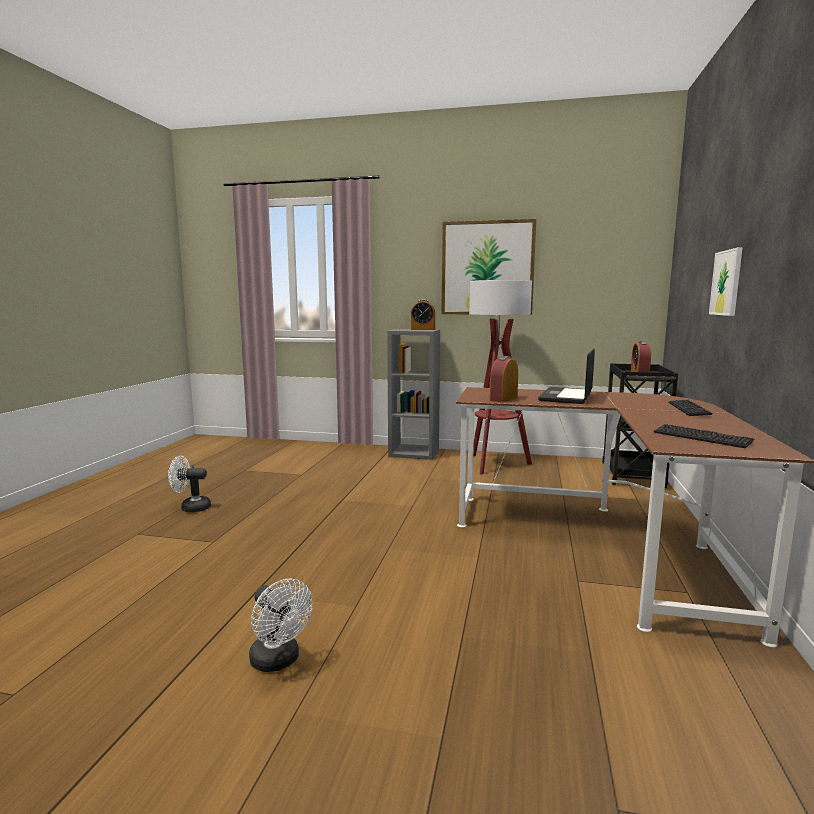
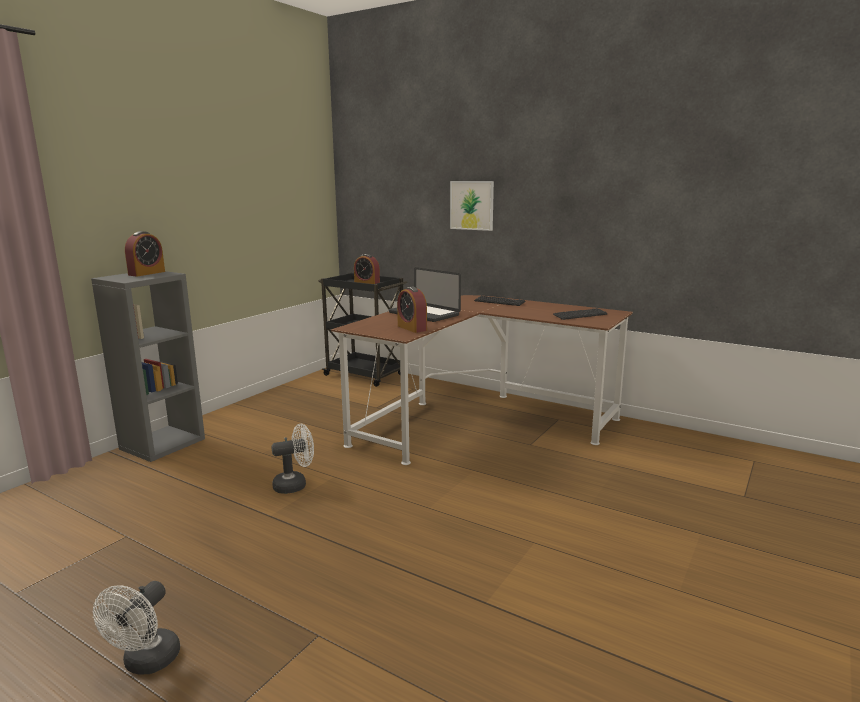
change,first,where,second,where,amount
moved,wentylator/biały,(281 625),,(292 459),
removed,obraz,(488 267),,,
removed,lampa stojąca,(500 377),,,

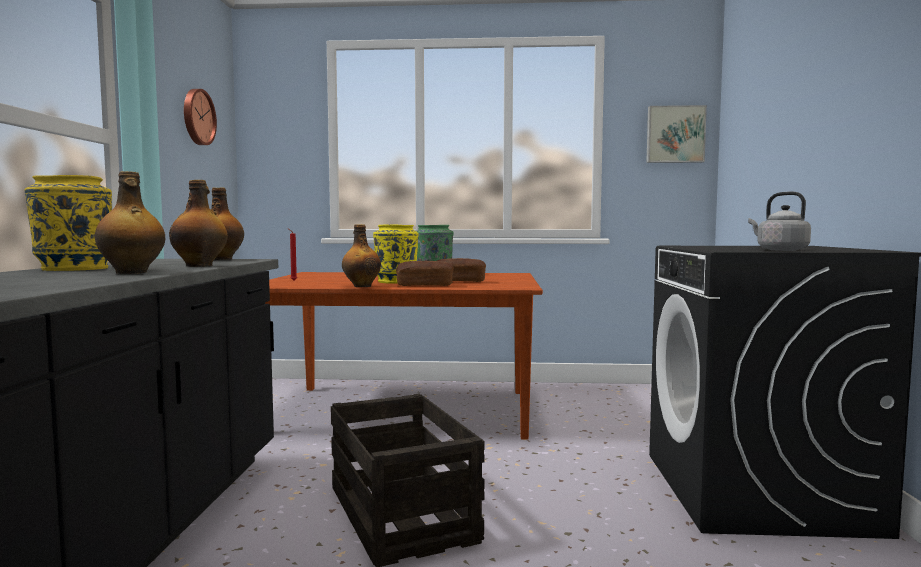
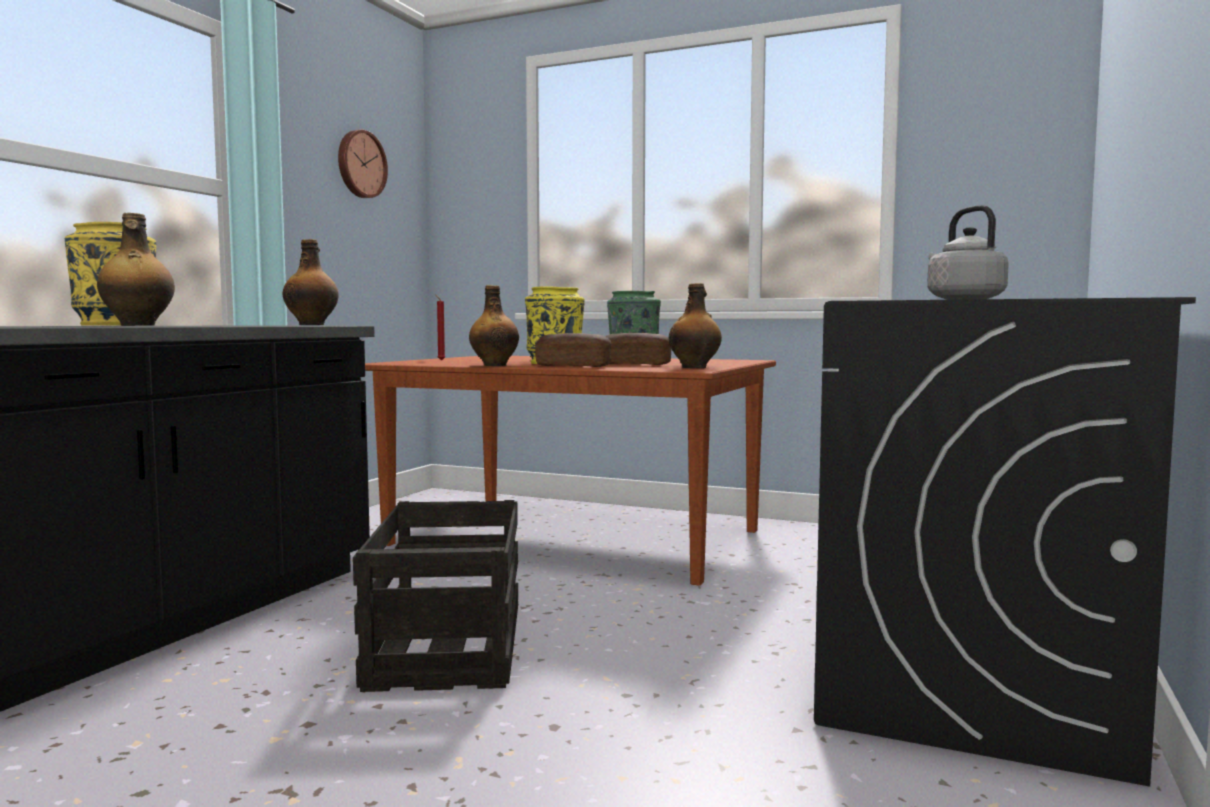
change,first,where,second,where,amount
moved,butelka,(198 223),,(695 325),
removed,obraz,(676 134),,,

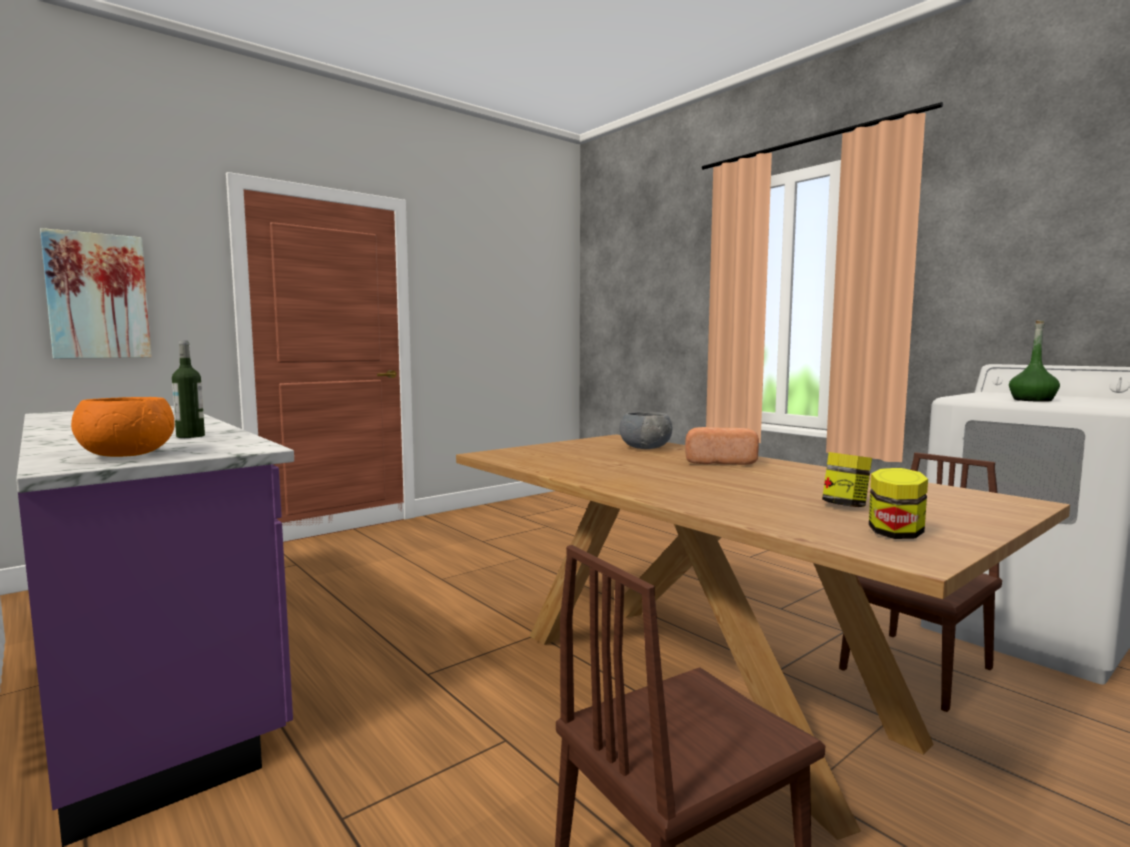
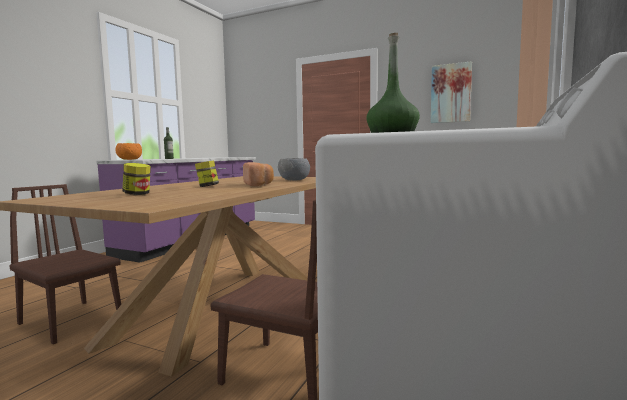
change,first,where,second,where,amount
moved,słoik,(898 503),,(207 173),
moved,obraz,(96 293),,(451 92),

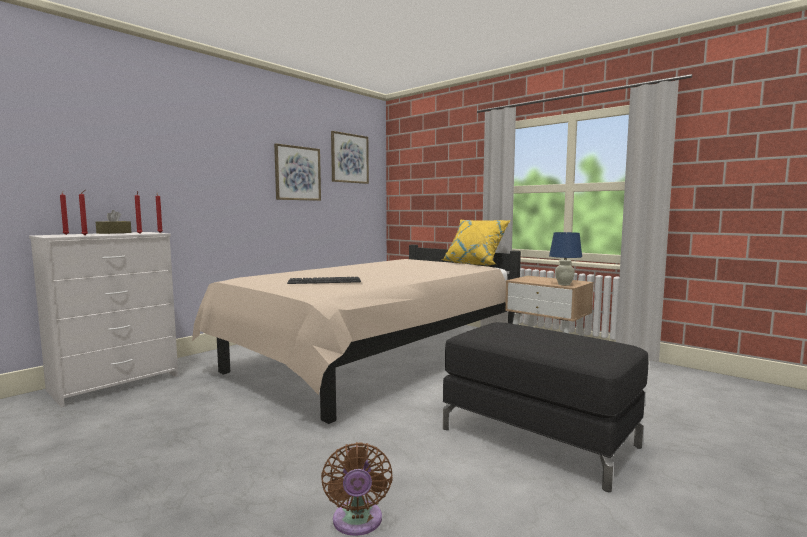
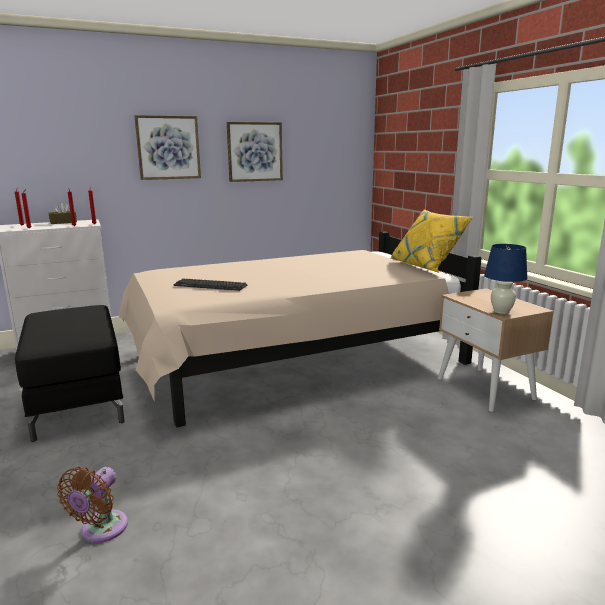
change,first,where,second,where,amount
moved,pufa/czarny,(545 407),,(70 373),
moved,obraz,(350 157),,(167 147),

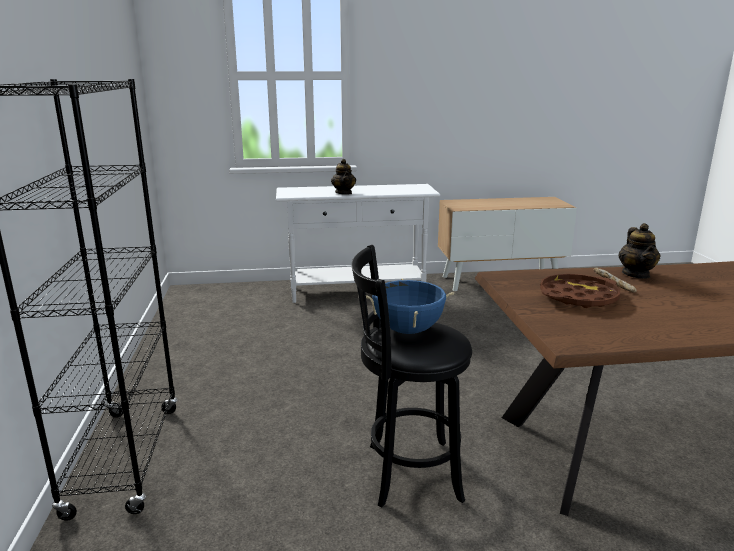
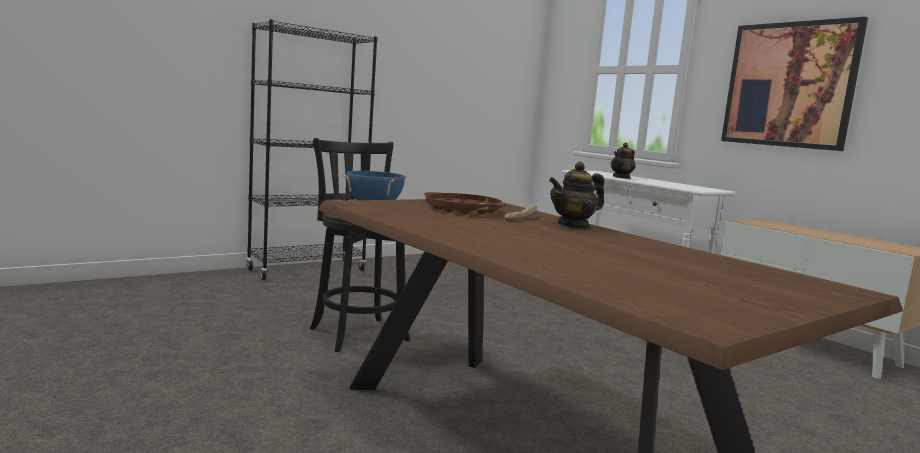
change,first,where,second,where,amount
added,,,obraz,(794 84),

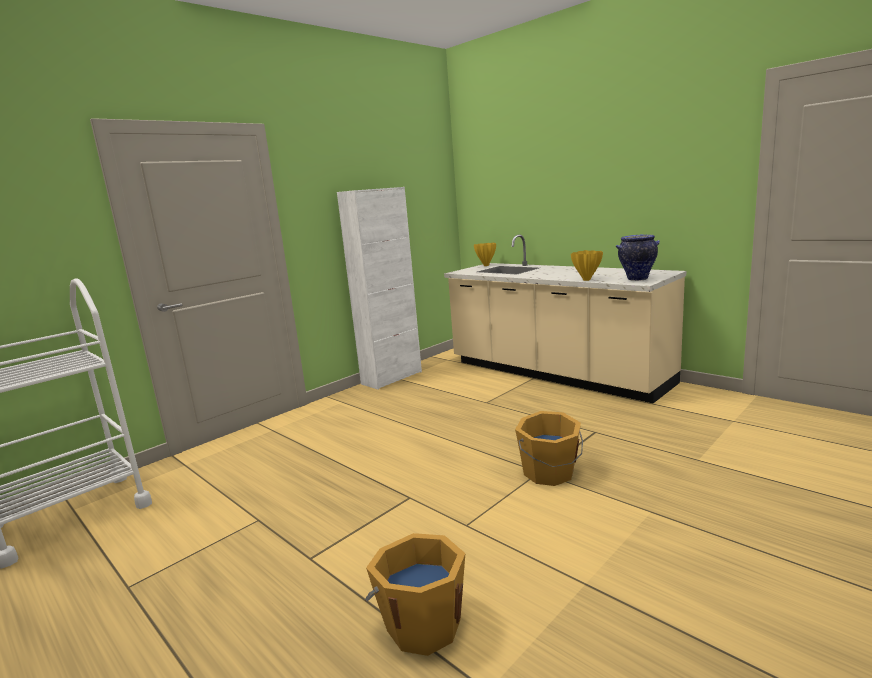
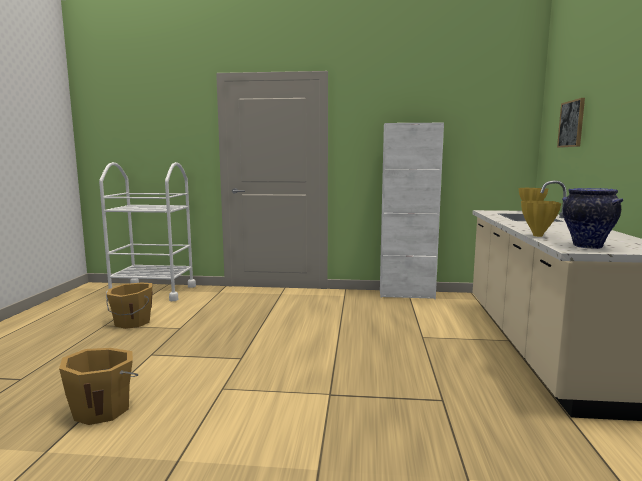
change,first,where,second,where,amount
moved,wiadro/pomarańczowy,(549 448),,(129 306),
added,,,obraz,(571 123),

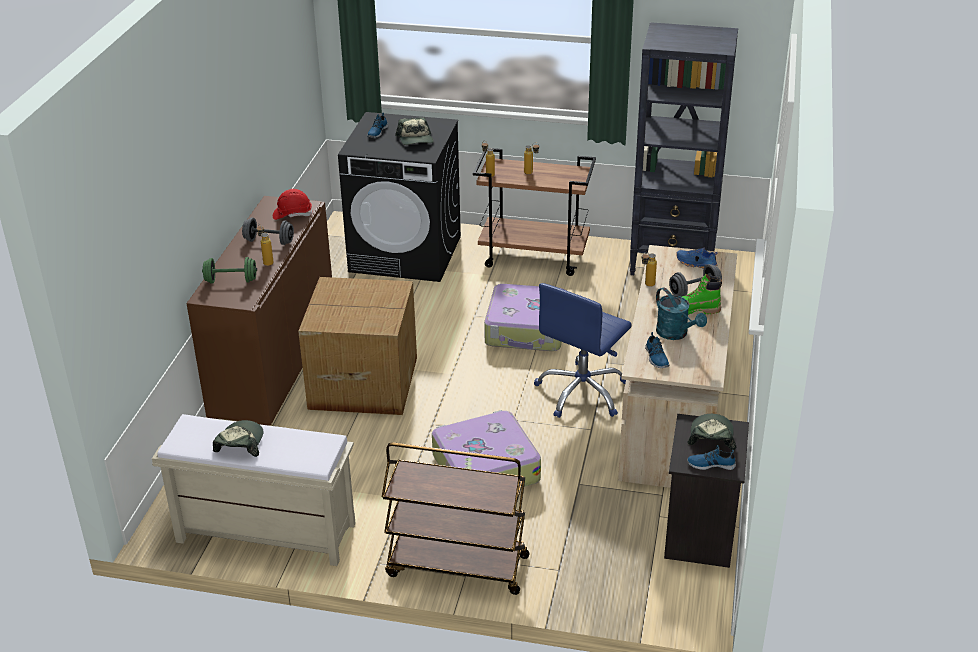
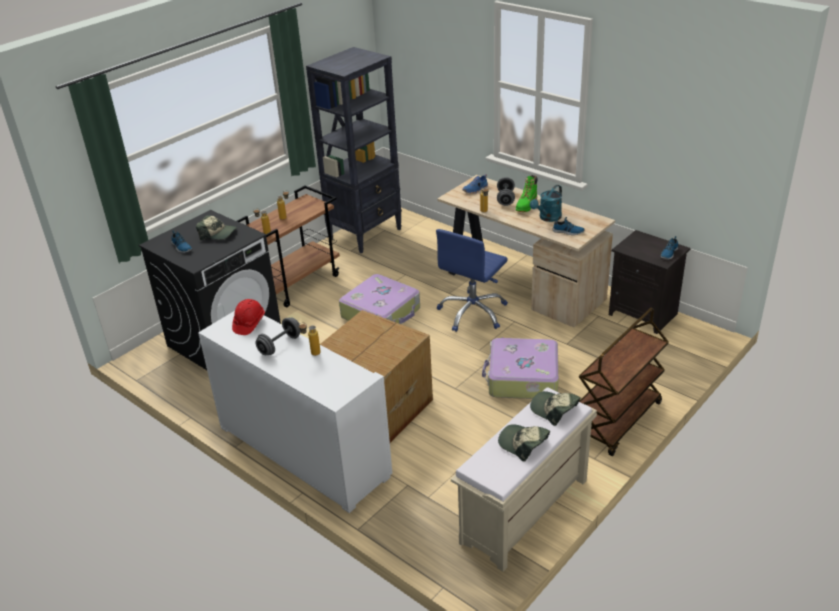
change,first,where,second,where,amount
recoloured,szafka/brązowy,(259 311),szafka/biały,(295 412),
turned,krzesło biurowe/niebieski,(583 350),,(472 280),60 degrees clockwise
turned,konewka/turkusowy,(681 313),,(546 203),135 degrees clockwise
moved,czapka z daszkiem,(711 432),,(555 408),
removed,hantel/zielony,(229 270),,,

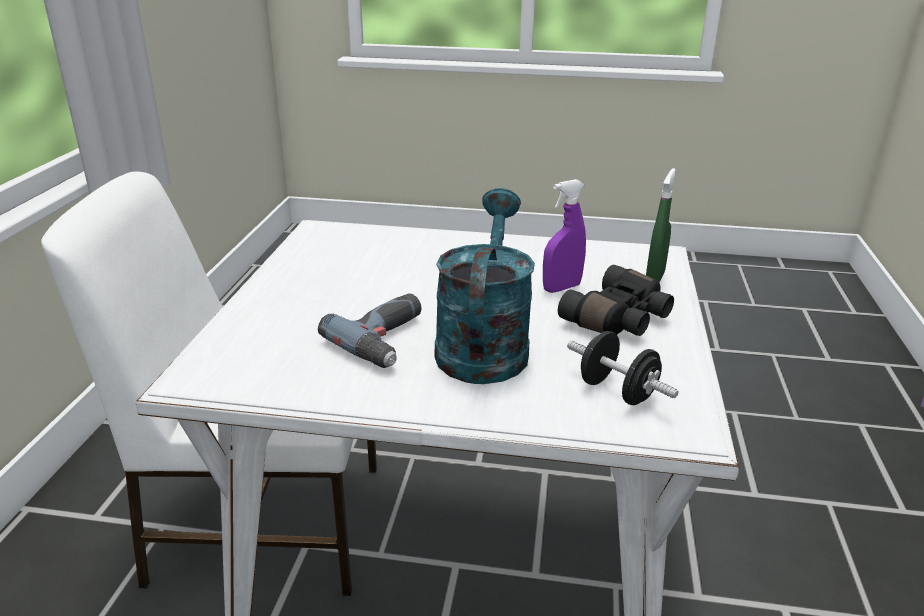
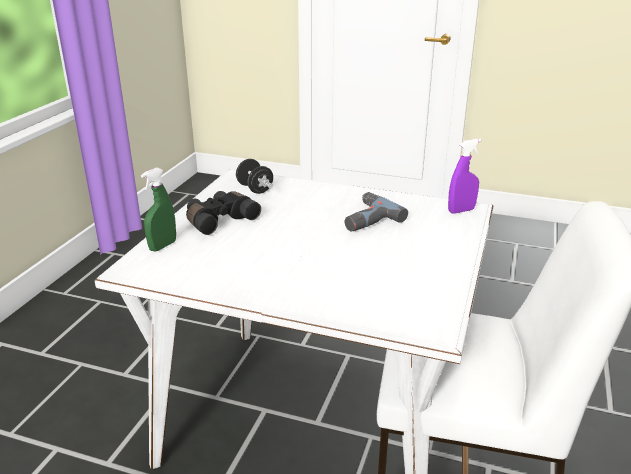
change,first,where,second,where,amount
moved,spryskiwacz/fioletowy,(564 236),,(465 176),
removed,konewka/turkusowy,(484 286),,,

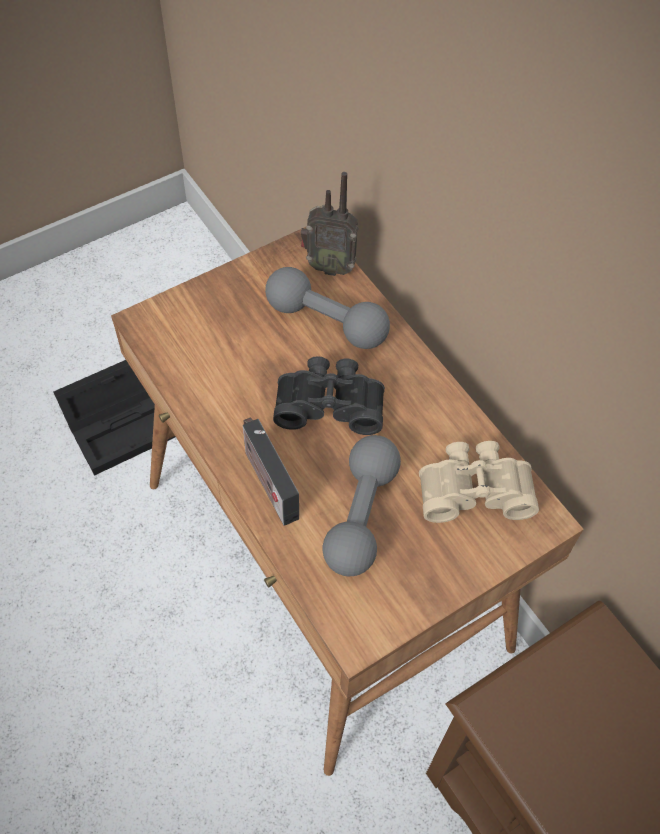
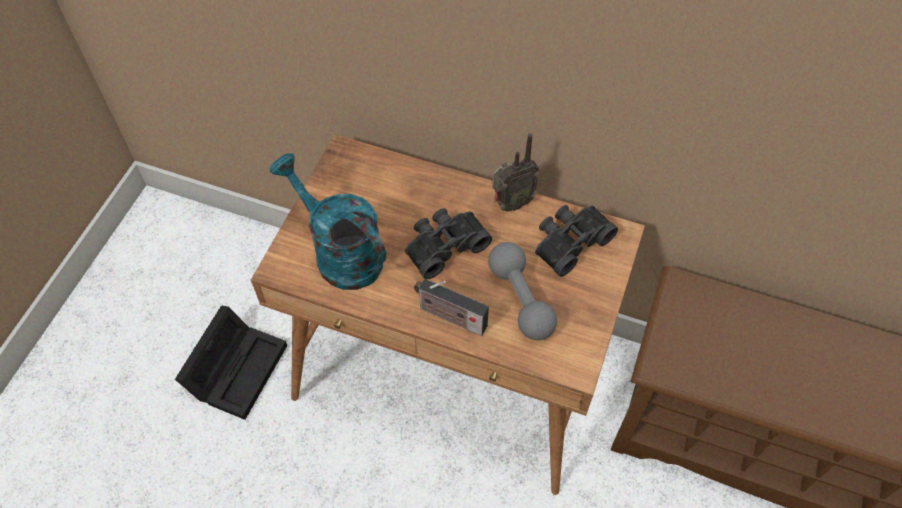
change,first,where,second,where,amount
added,,,konewka/turkusowy,(328 221),
moved,radio,(330 224),,(515 172),
recoloured,lornetka/beżowy,(479 482),lornetka/czarny,(576 241),
removed,hantel/szary,(327 308),,,

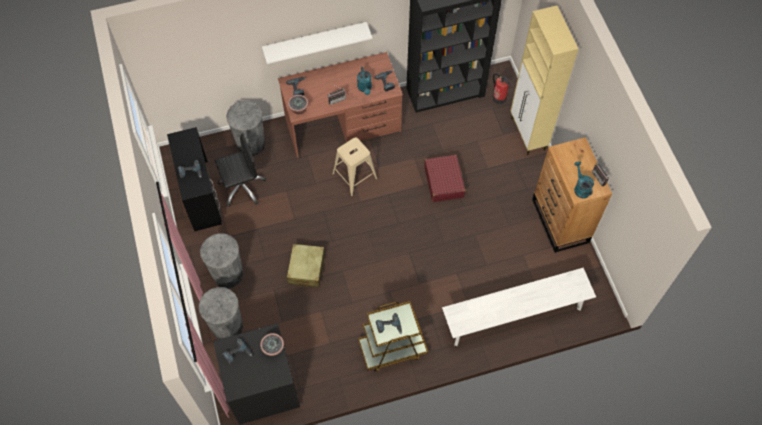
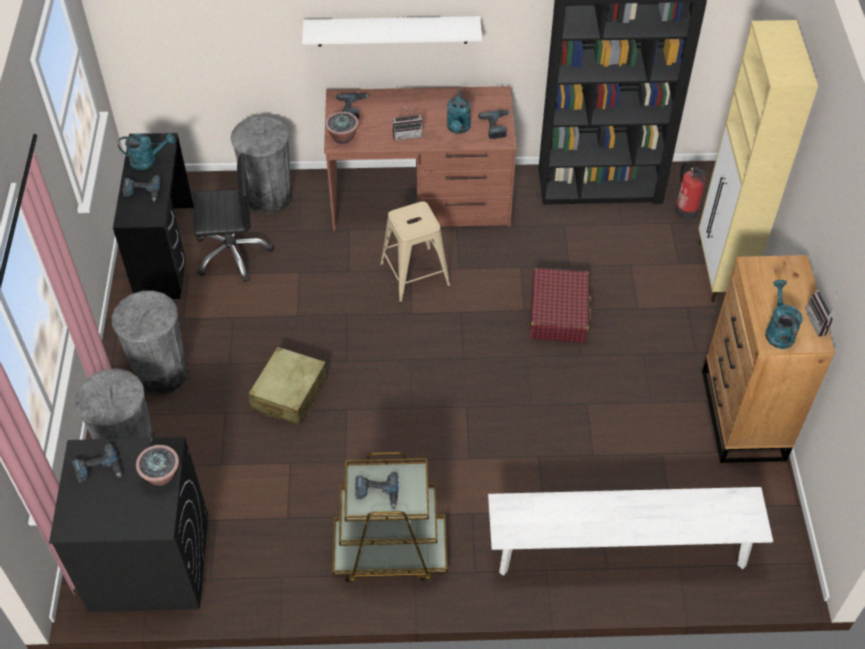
change,first,where,second,where,amount
added,,,konewka/turkusowy,(146 151),

